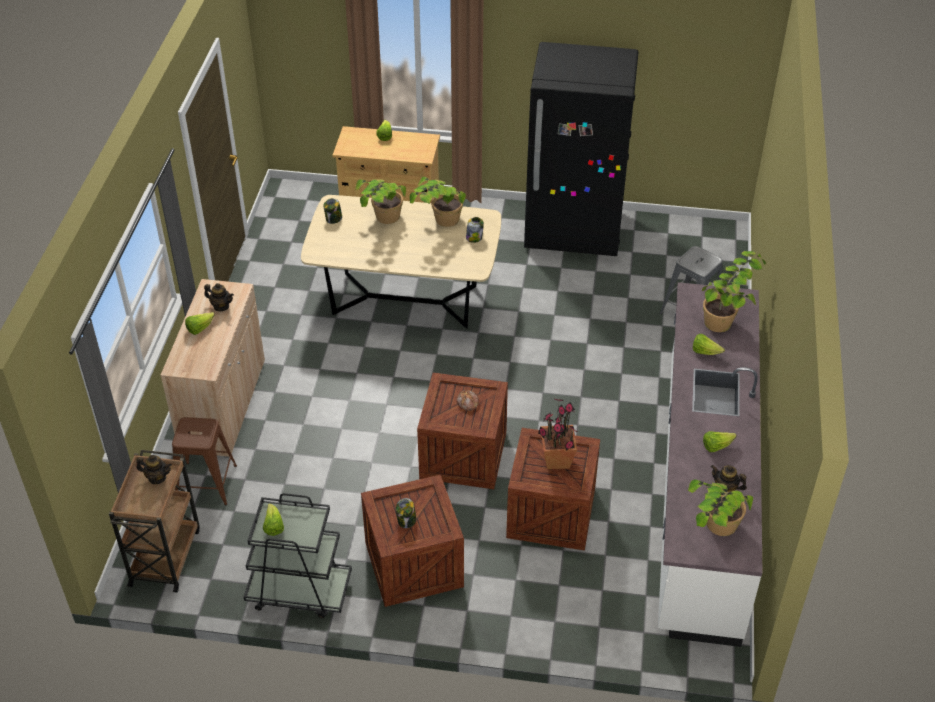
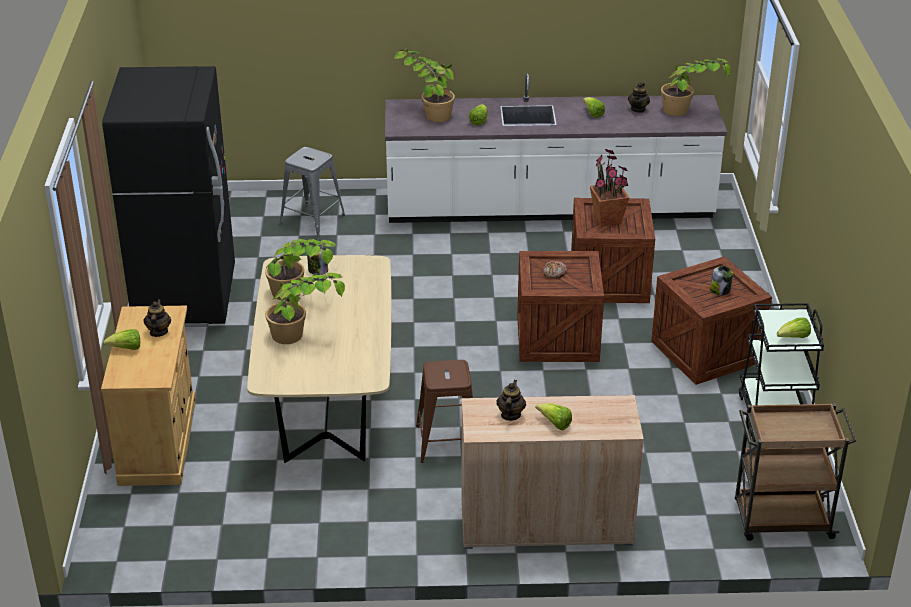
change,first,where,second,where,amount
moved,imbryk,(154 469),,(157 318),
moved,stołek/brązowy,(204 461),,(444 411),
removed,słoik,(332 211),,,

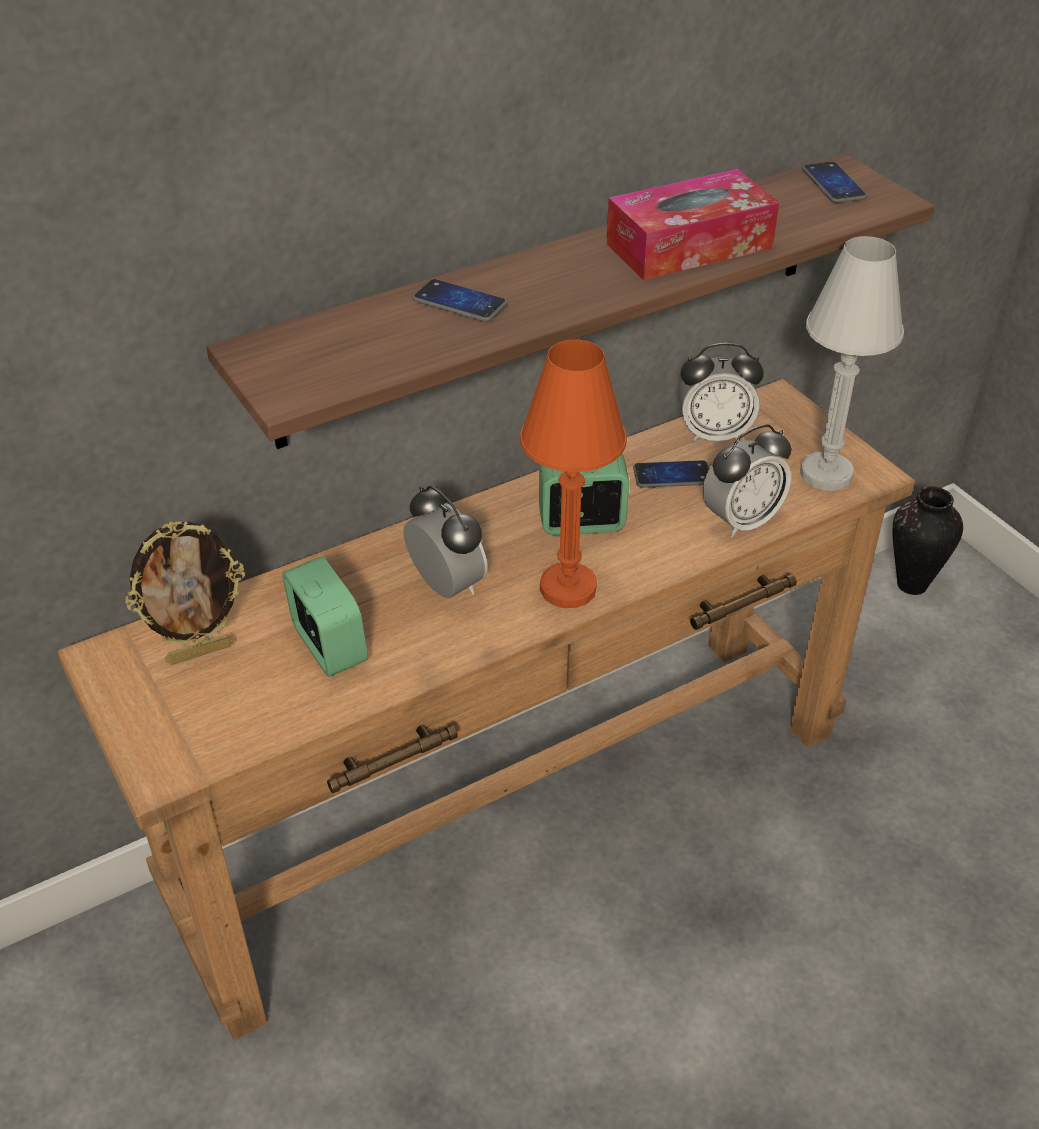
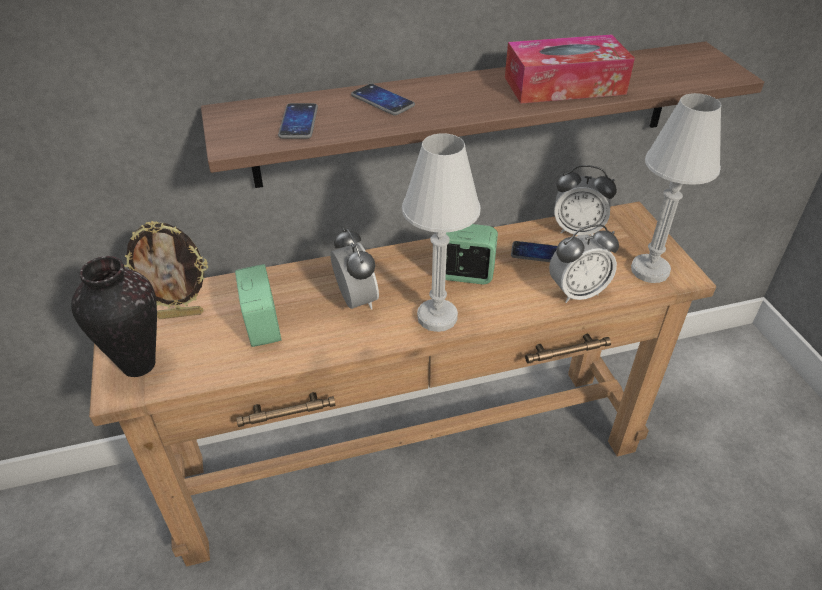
change,first,where,second,where,amount
moved,wazon,(928 540),,(114 316),
moved,telefon,(834 182),,(298 121),
recoloured,lampa stołowa/pomarańczowy,(573 474),lampa stołowa/biały,(441 232),

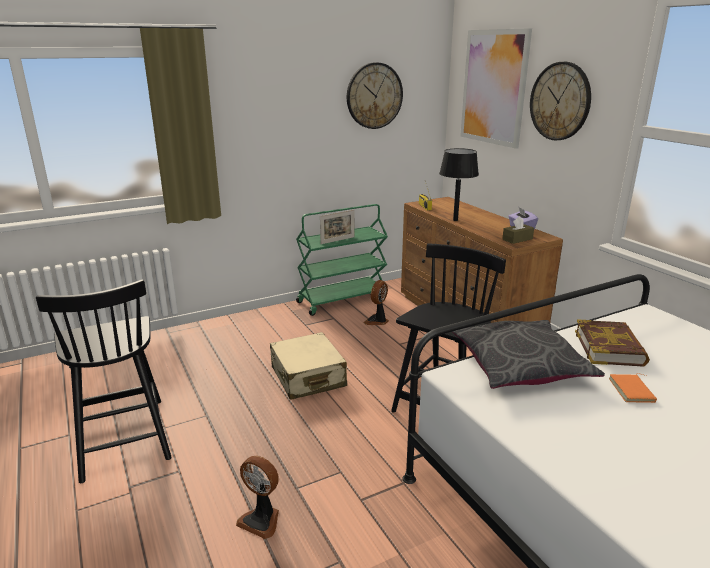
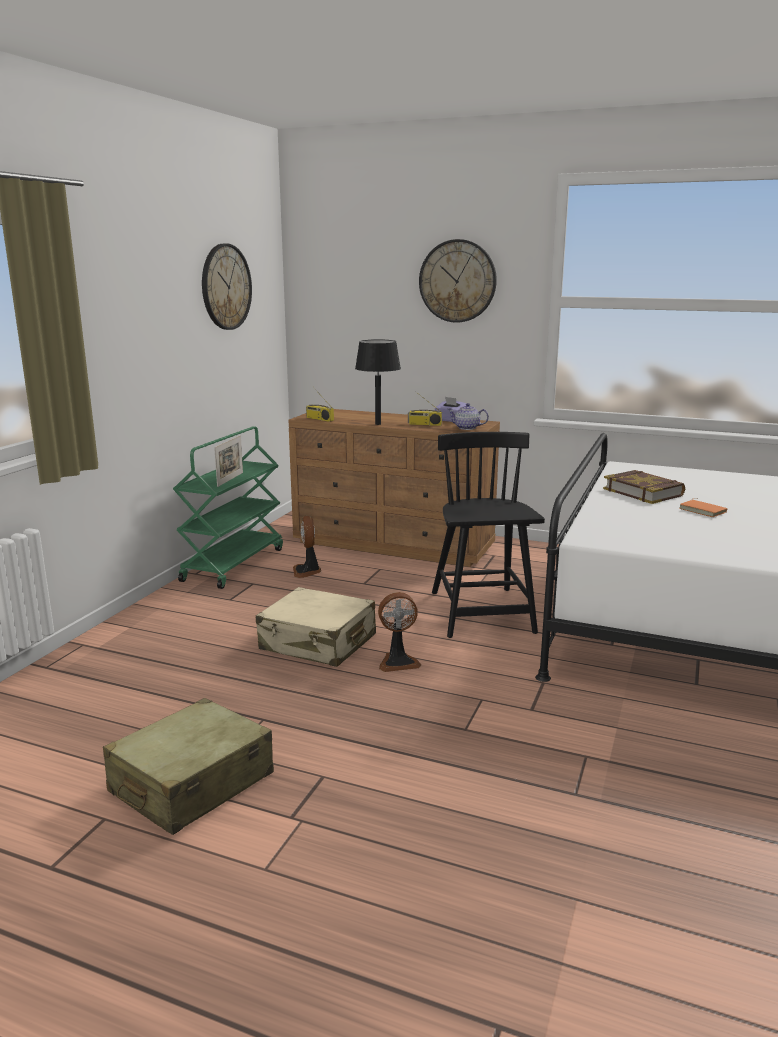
change,first,where,second,where,amount
replaced,krzesło/czarny,(104 381),walizka/beżowy,(188 766),
moved,wentylator,(257 497),,(399 632),
added,,,radio,(425 408),
replaced,pudełko chusteczek/brązowy,(518 230),imbryk,(468 416),
removed,poduszka/szary,(528 354),,,
removed,obraz,(496 88),,,

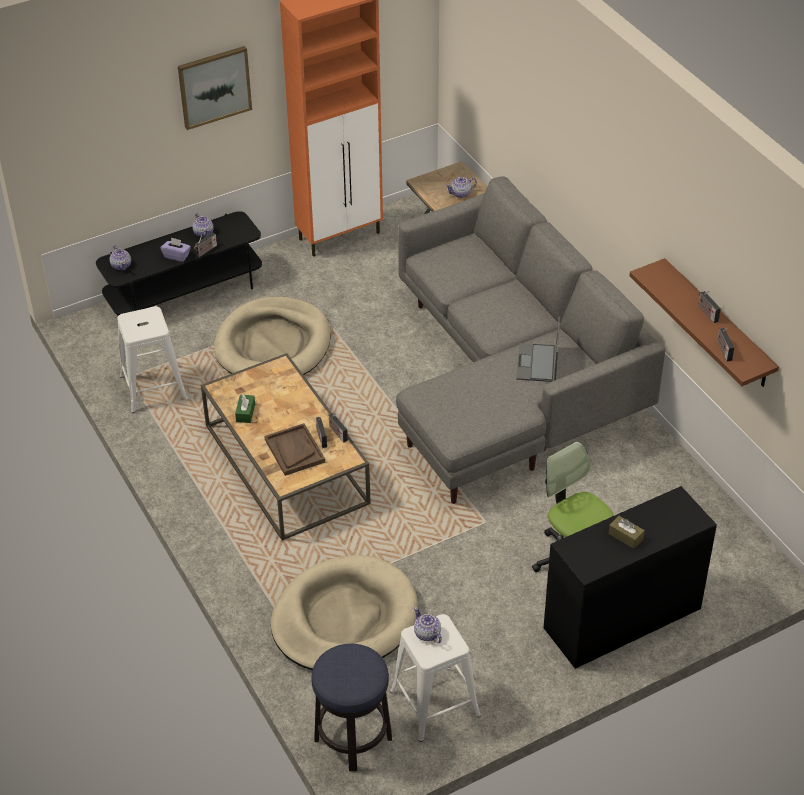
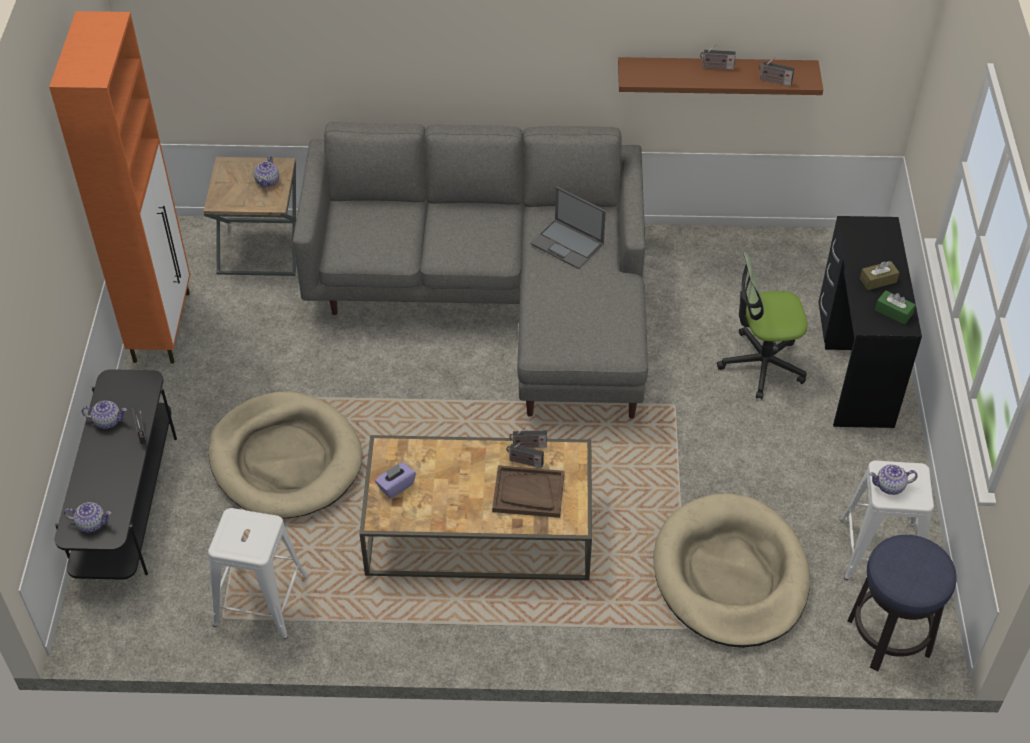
change,first,where,second,where,amount
moved,pudełko chusteczek/fioletowy,(176 249),,(395 480),
moved,pudełko chusteczek/zielony,(245 408),,(895 307),
removed,obraz,(215 88),,,

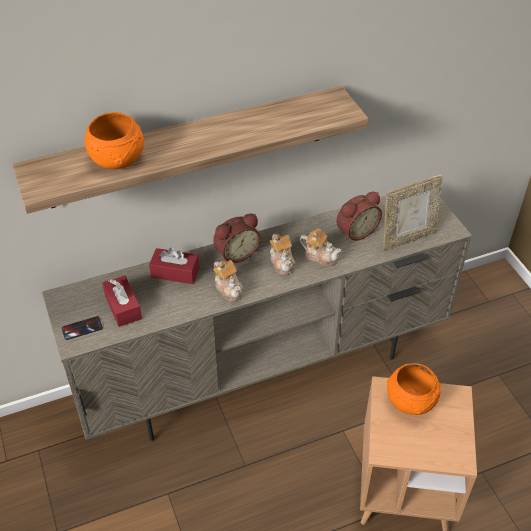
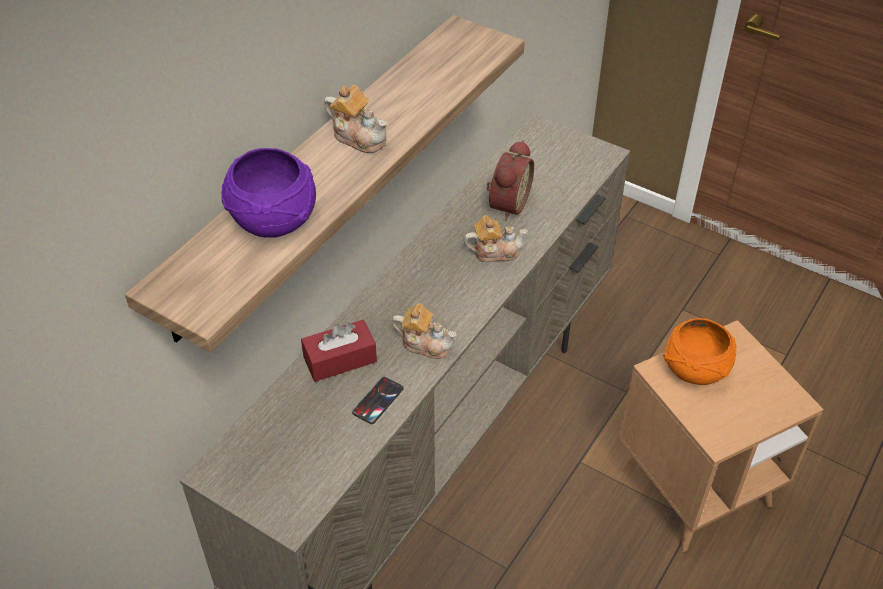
change,first,where,second,where,amount
recoloured,miska/pomarańczowy,(114 140),miska/fioletowy,(268 193),
moved,imbryk,(282 254),,(356 119),
moved,telefon,(82 328),,(378 400),
removed,pudełko chusteczek/czerwony,(122 301),,,
removed,budzik,(237 238),,,
removed,ramka na zdjęcie,(413 212),,,

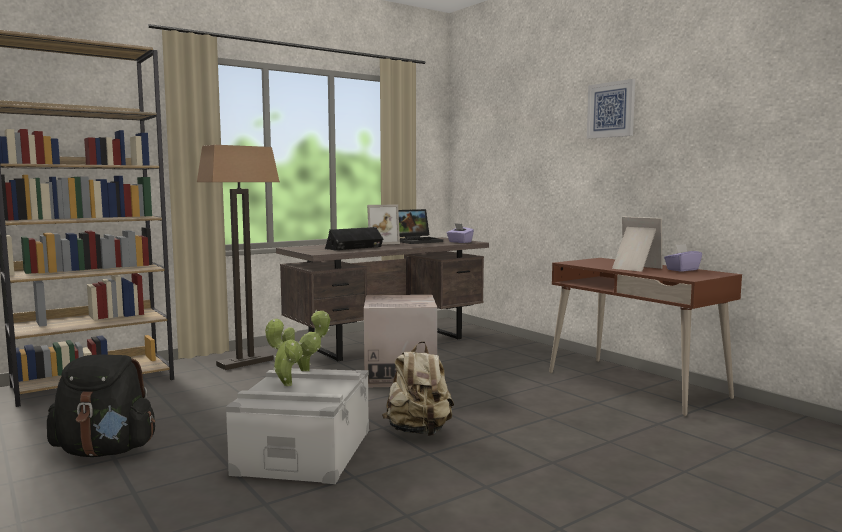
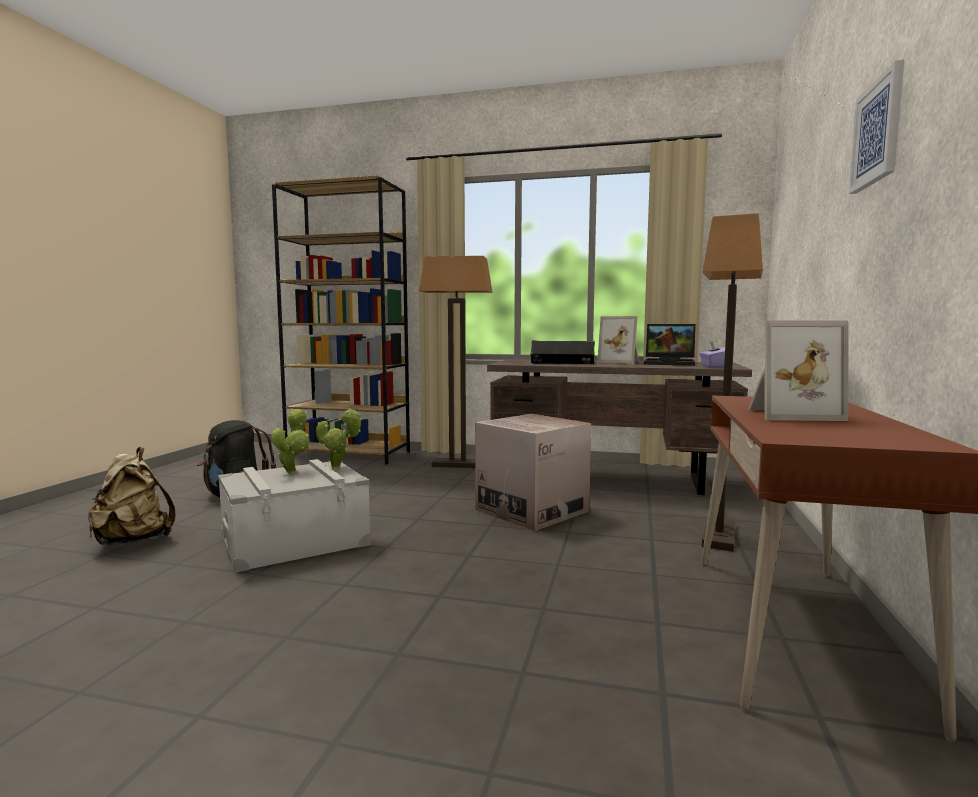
change,first,where,second,where,amount
moved,plecak/beżowy,(418 388),,(132 496),
added,,,lampa stojąca,(732 382),
turned,ramka na zdjęcie,(637 244),,(798 371),90 degrees clockwise
removed,pudełko chusteczek/fioletowy,(683 258),,,

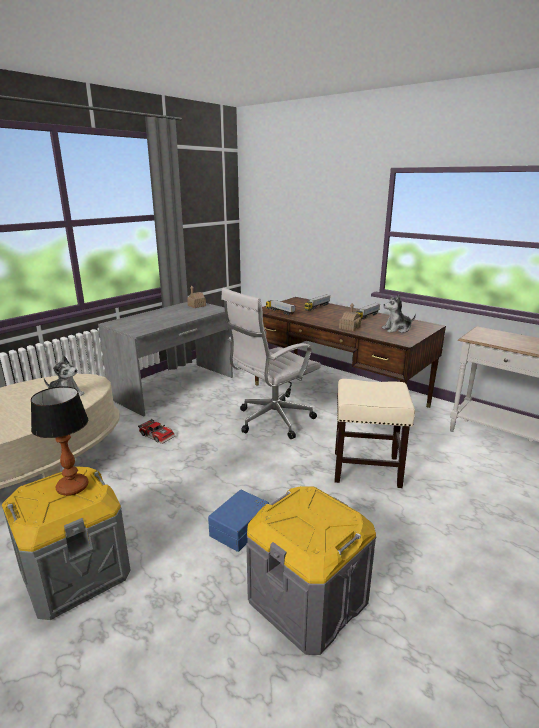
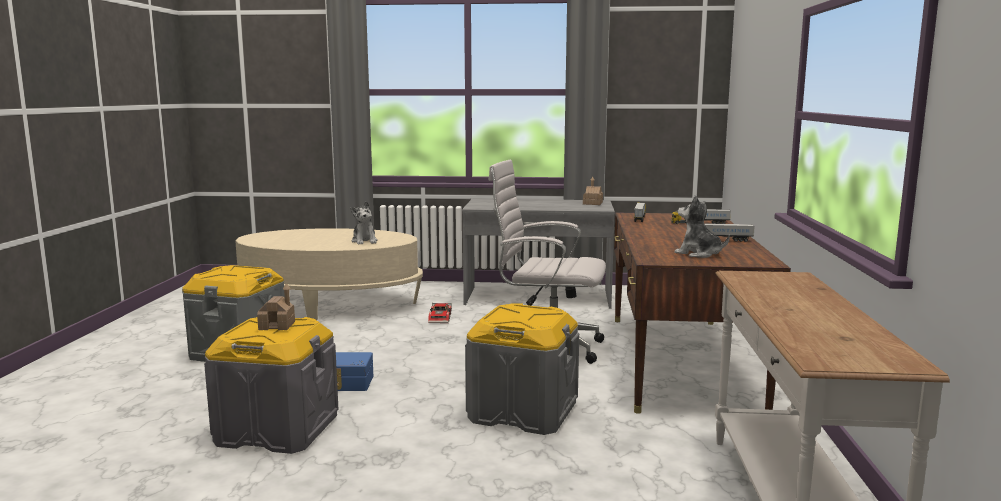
change,first,where,second,where,amount
moved,domek,(350 317),,(276 307),
replaced,stołek/beżowy,(375 433),pojemnik do przechowywania/szary,(522 369),
removed,lampa stołowa,(60 441),,,

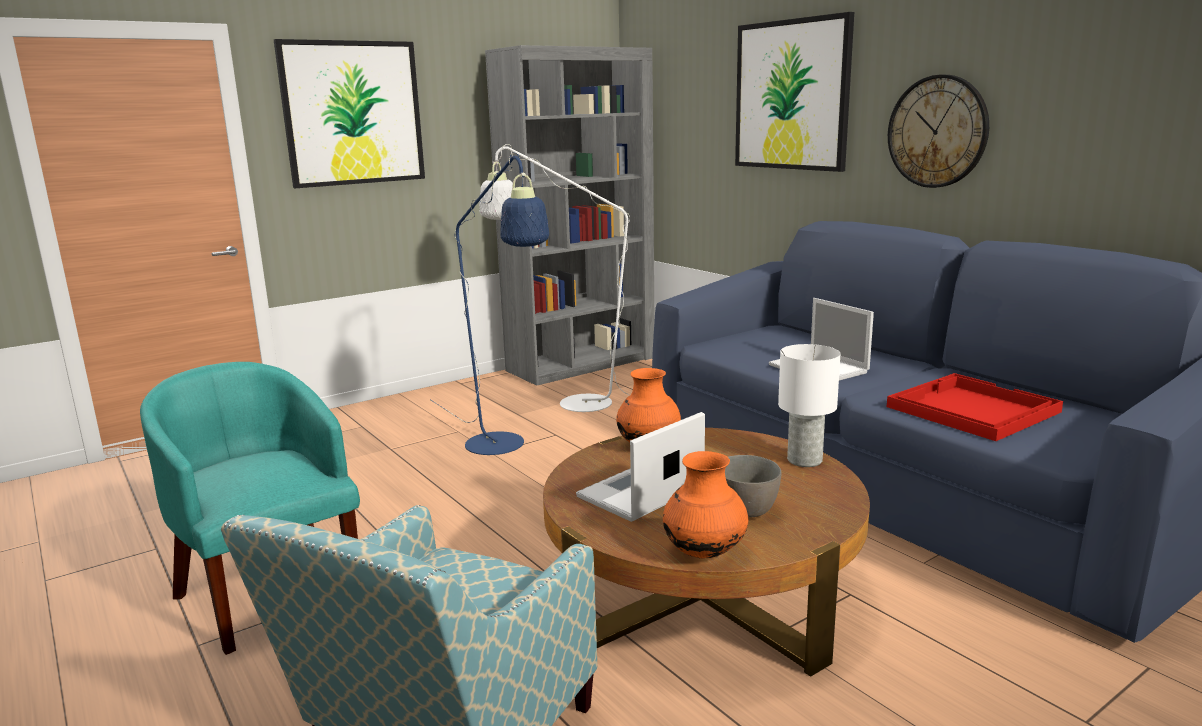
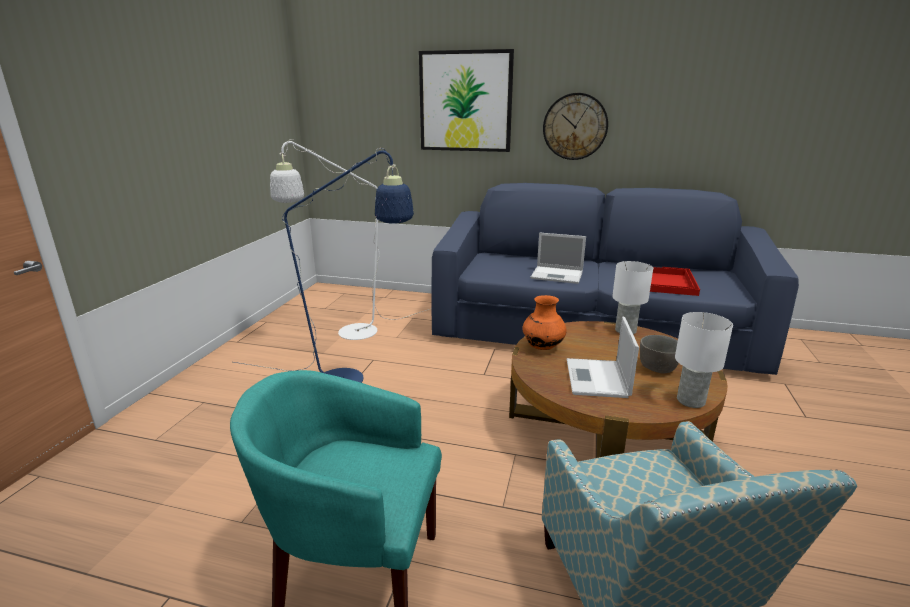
change,first,where,second,where,amount
replaced,wazon/pomarańczowy,(705 504),lampa stołowa/biały,(704 360),
removed,obraz,(349 113),,,
removed,regał/szary,(569 215),,,

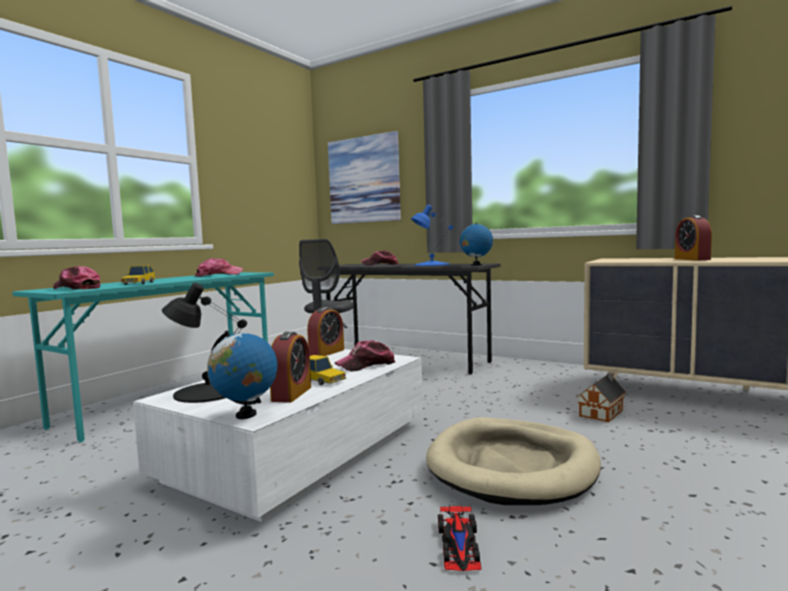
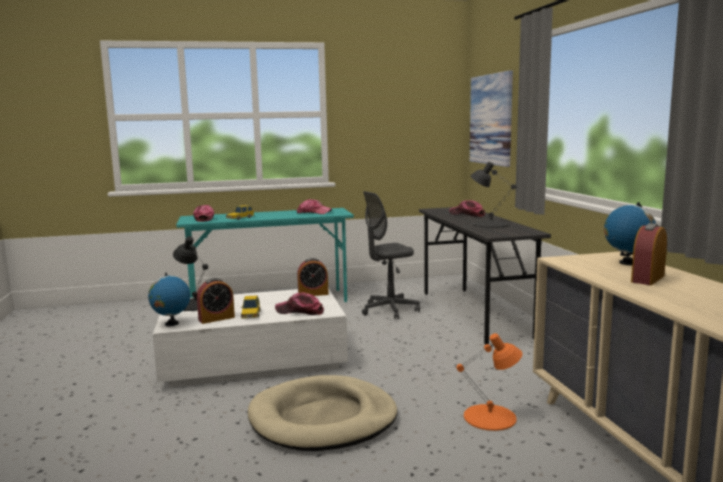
change,first,where,second,where,amount
replaced,domek,(601 397),lampa stołowa/pomarańczowy,(489 382),
recoloured,lampa stołowa/niebieski,(432 235),lampa stołowa/czarny,(493 195),
moved,globus,(476 244),,(630 233),
removed,samochodzik,(459 537),,,

